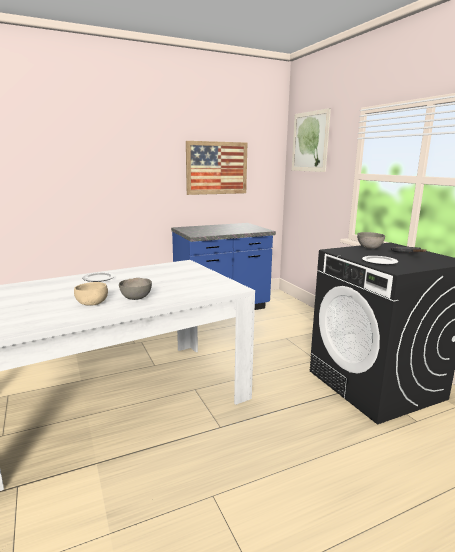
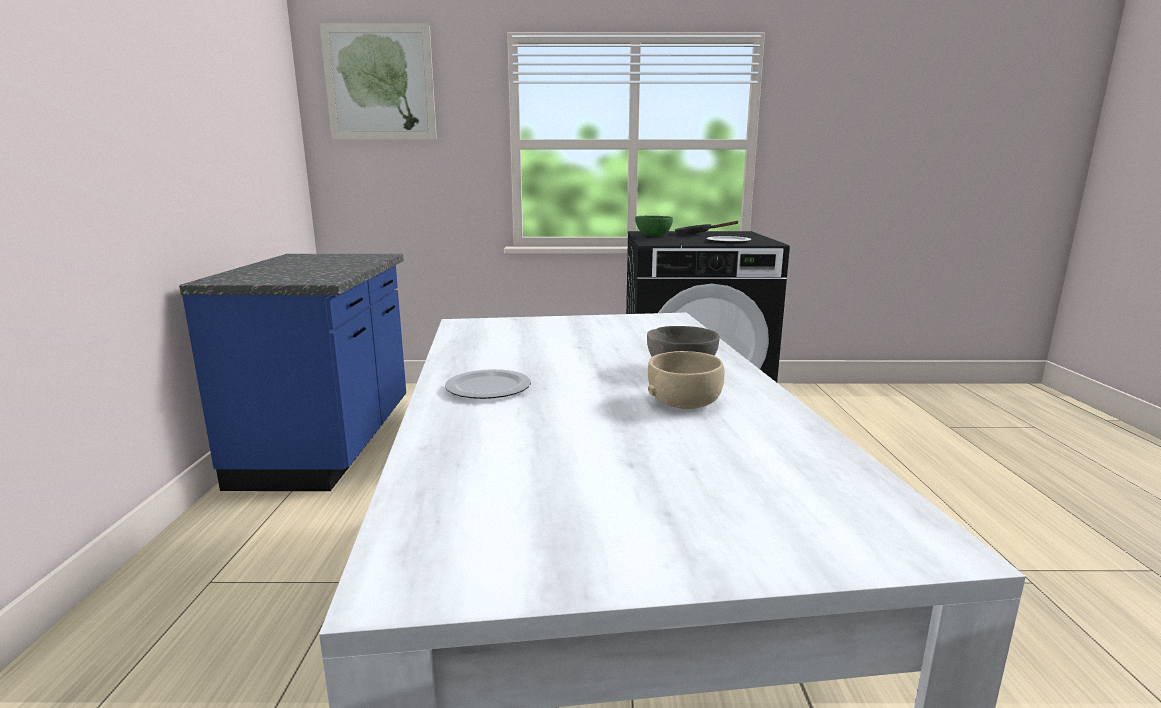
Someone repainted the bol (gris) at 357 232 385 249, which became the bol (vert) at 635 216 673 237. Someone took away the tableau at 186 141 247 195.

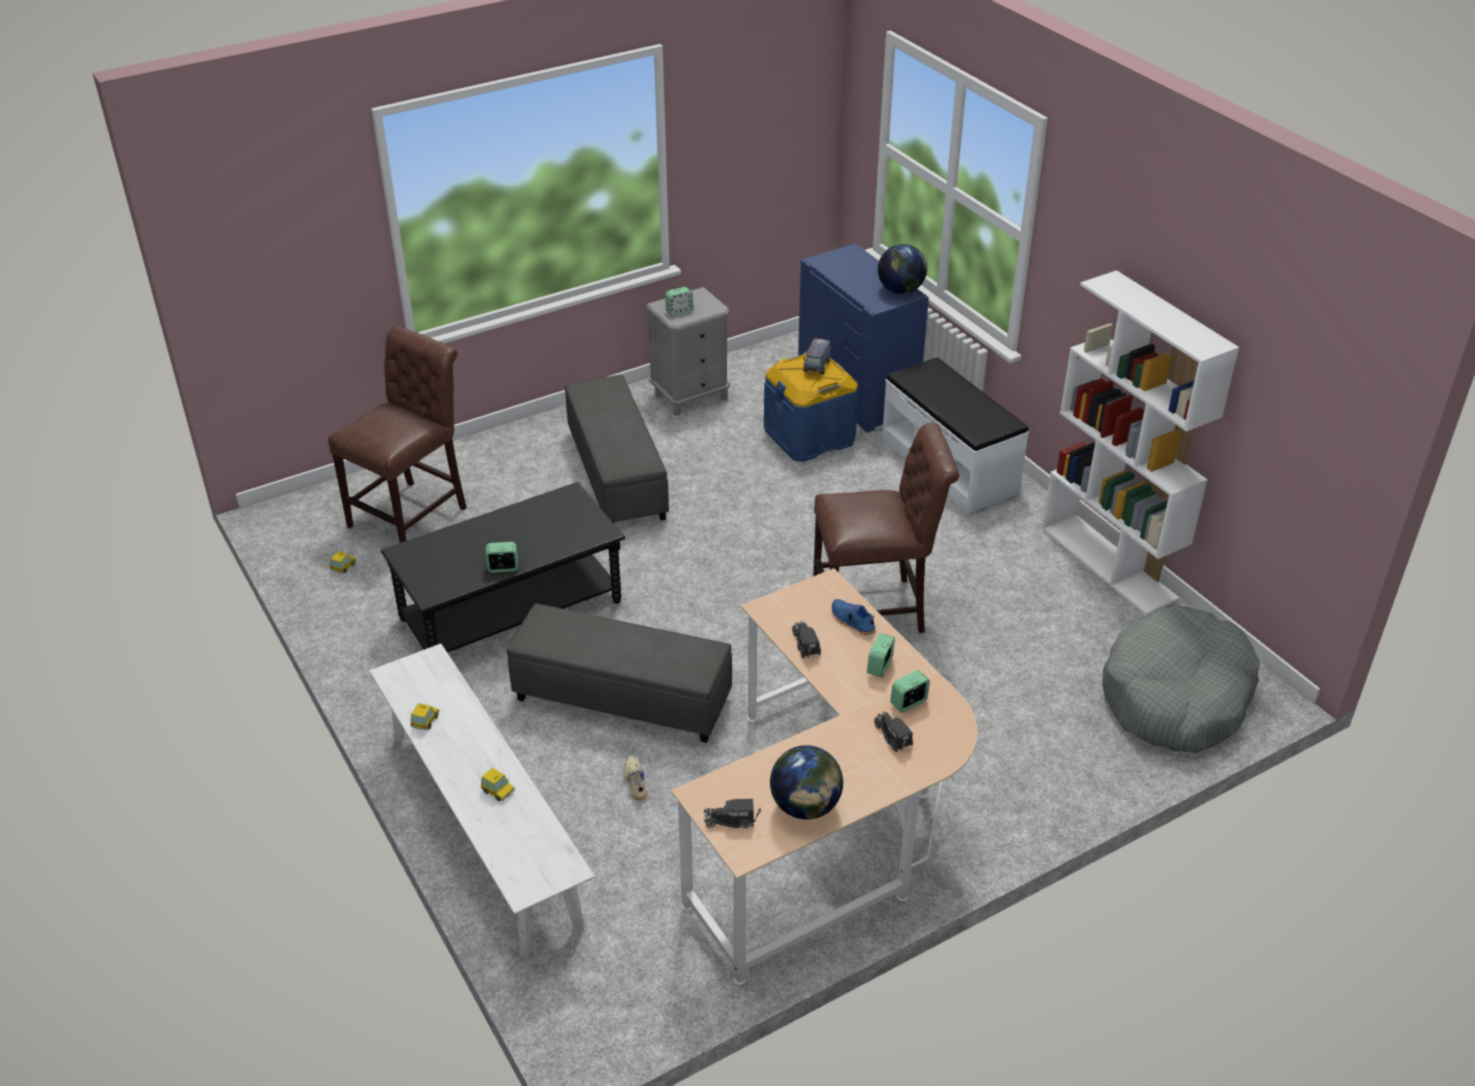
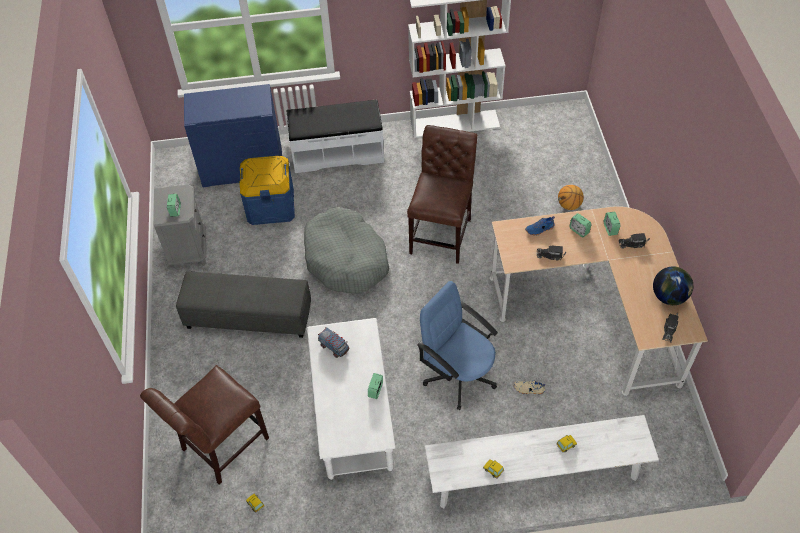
Someone rotated the chaise (marron) at 328 326 467 543 by 105 degrees counterclockwise. Someone carried the panier pour chien (gris) from 1102 605 1260 753 to 304 207 389 294. Someone repainted the table basse (noir) at 381 482 625 652, which became the table basse (blanc) at 307 318 396 480. Someone carried the camion jouet from 803 337 831 374 to 318 327 349 358. Someone swapped the pouf (gris) at 507 603 732 743 for the chaise de bureau (bleu) at 417 281 498 410. Someone put down the ballon de basket at 558 185 584 210. Someone took away the globe at 878 244 927 294.

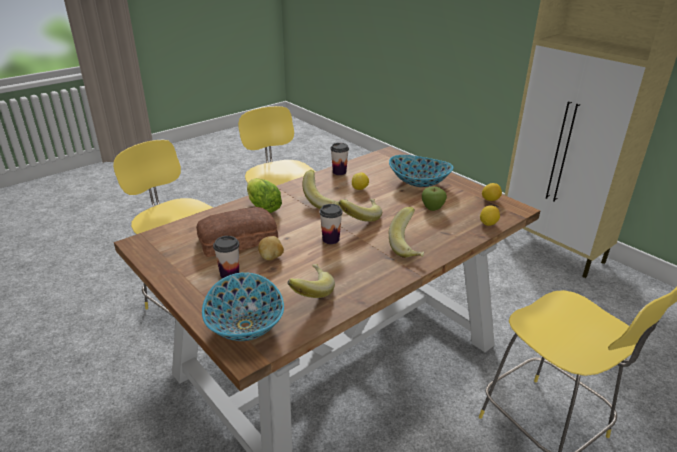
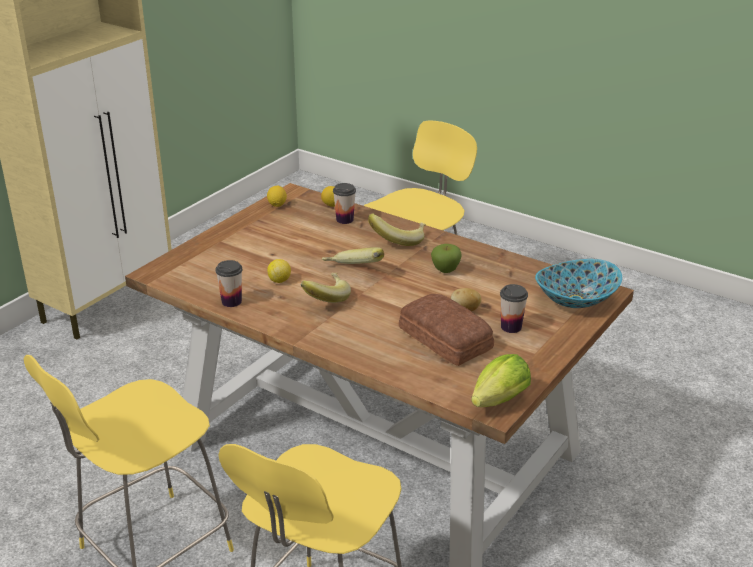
Someone carried the tasse from 319 204 343 244 to 333 183 356 224. Someone carried the pomme from 422 187 447 211 to 431 244 462 273. Someone carried the laitue from 247 178 282 213 to 471 354 531 407. Someone took away the banane at 287 264 335 298. Someone took away the bol at 389 155 454 187.

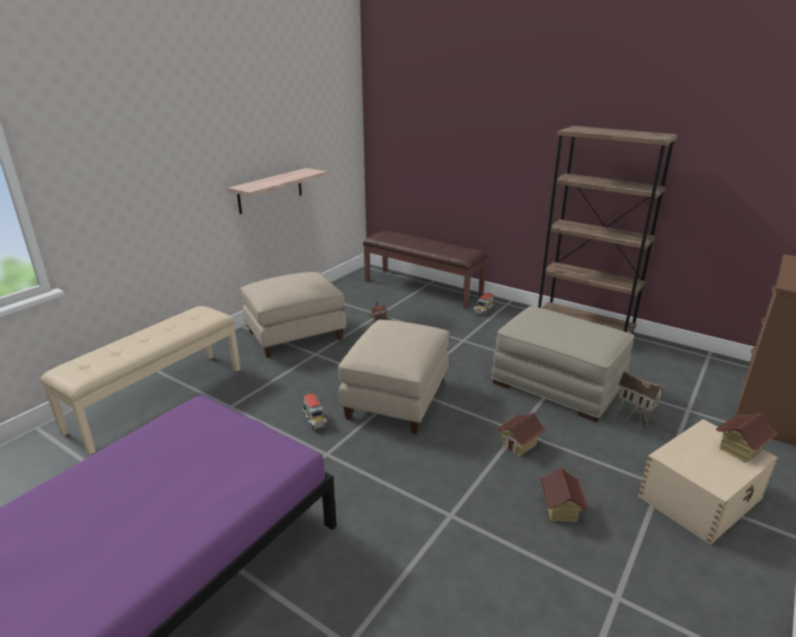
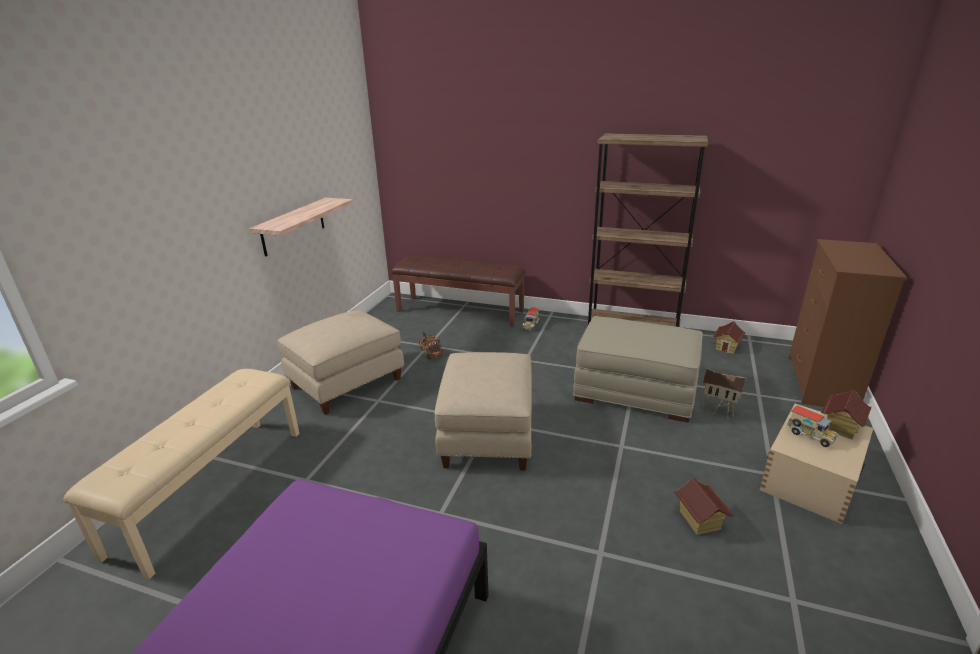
Someone carried the maison miniature from 496 413 546 456 to 713 321 746 353. Someone carried the camion jouet from 302 394 327 430 to 787 406 839 447.

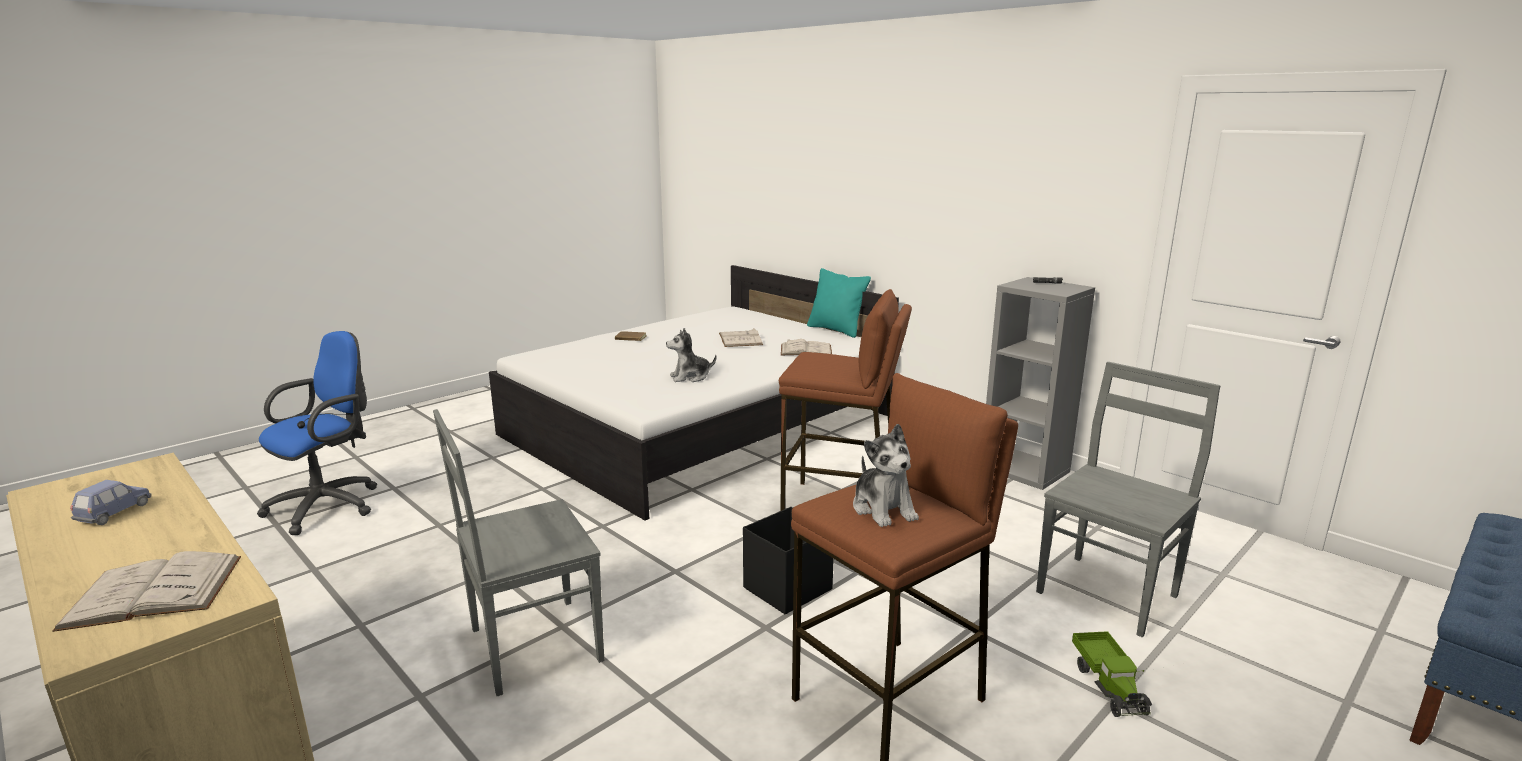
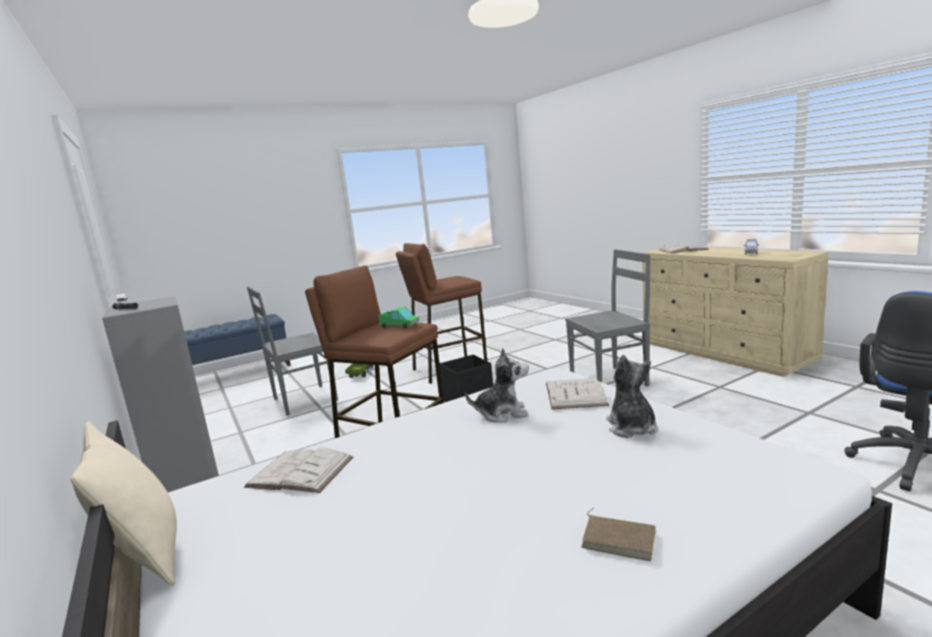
Someone repainted the coussin (turquoise) at 807 268 871 338, which became the coussin (beige) at 71 422 177 586. Someone put down the camion jouet at 378 307 420 328. Someone carried the livre (blanc) from 719 328 763 347 to 546 378 609 410. Someone carried the peluche from 853 424 919 527 to 606 355 658 438.

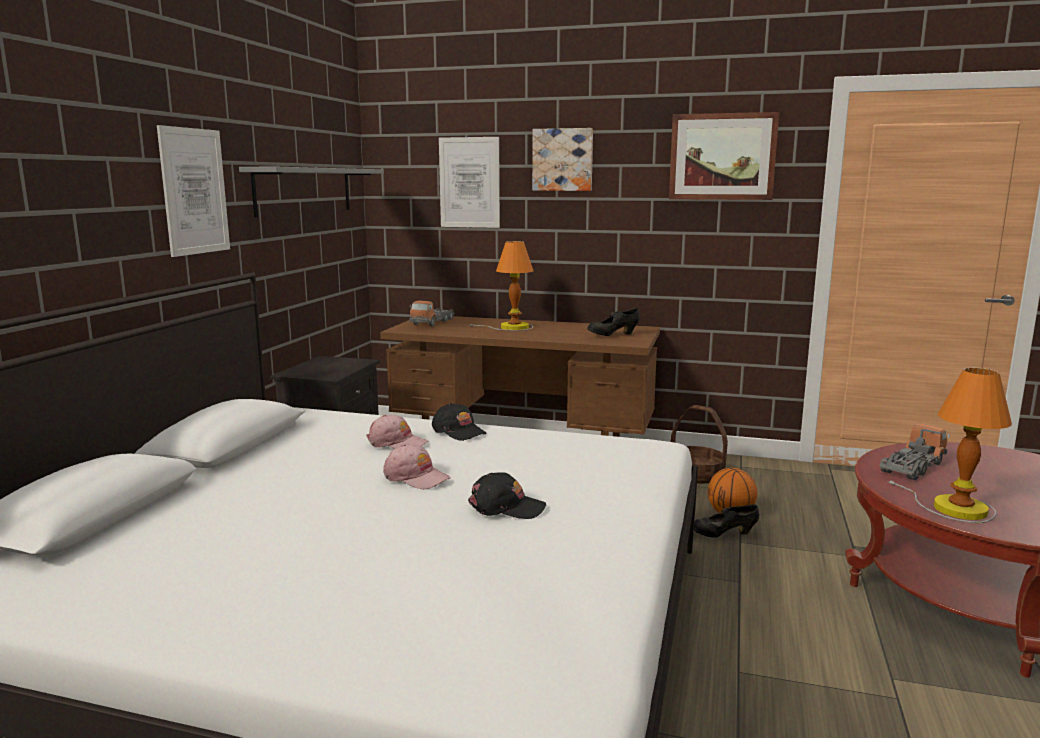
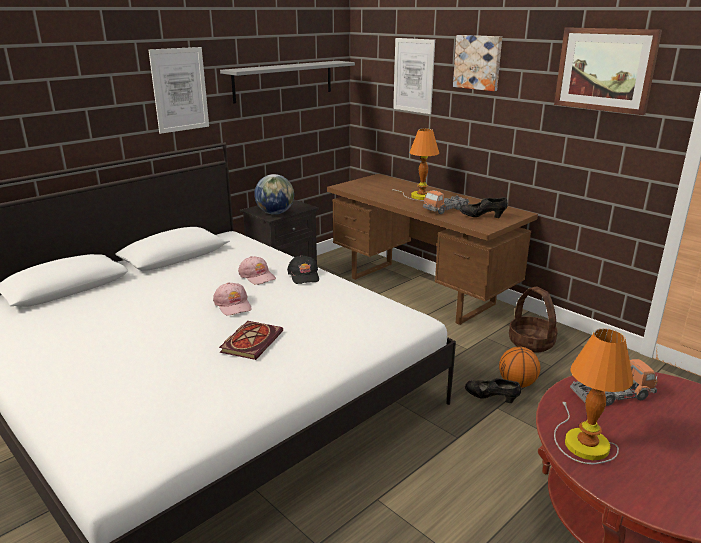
Someone swapped the casquette (noir) at 468 472 546 519 for the livre at 219 321 283 360. Someone put down the globe at 254 174 294 215. Someone carried the camion jouet from 409 301 454 326 to 423 190 470 214.

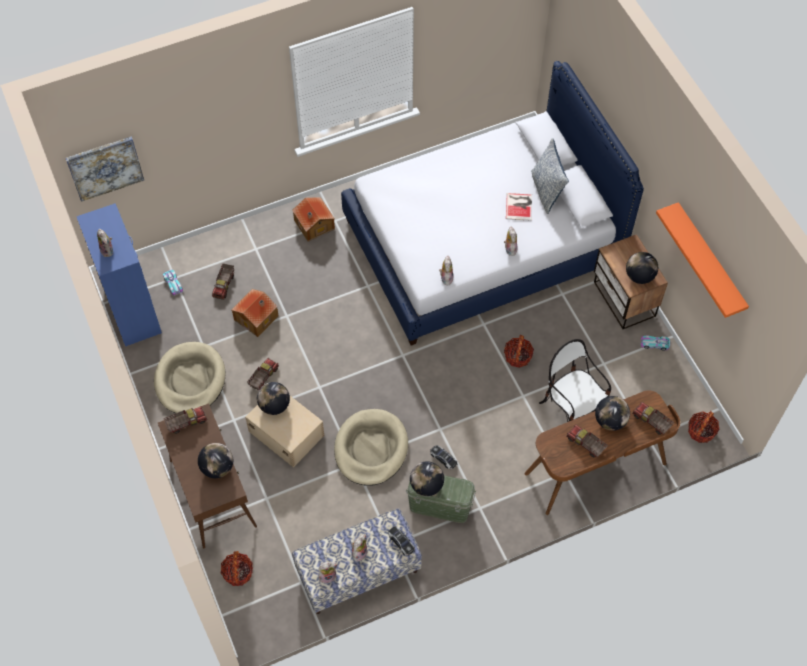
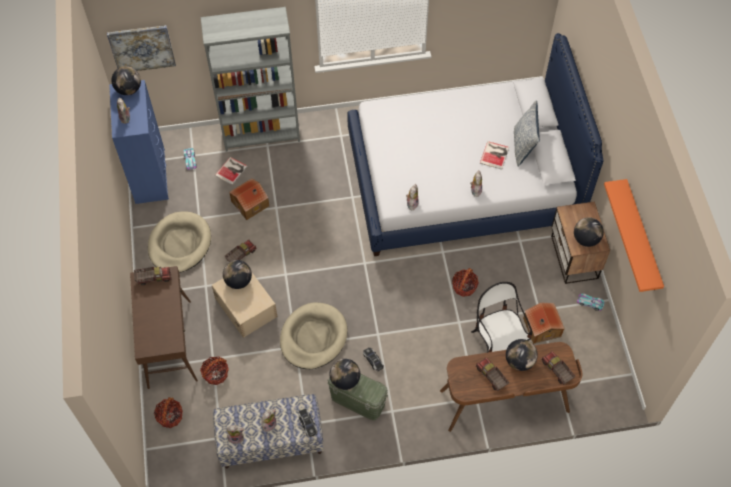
Someone carried the globe from 198 443 233 478 to 112 66 141 95. Someone carried the panier from 688 411 720 443 to 200 356 229 385. Someone put down the bibliothèque (gris) at 201 7 300 151. Someone swapped the camion jouet at 212 263 234 300 for the livre at 215 157 247 185. Someone carried the maison miniature from 292 197 335 242 to 523 303 565 344.

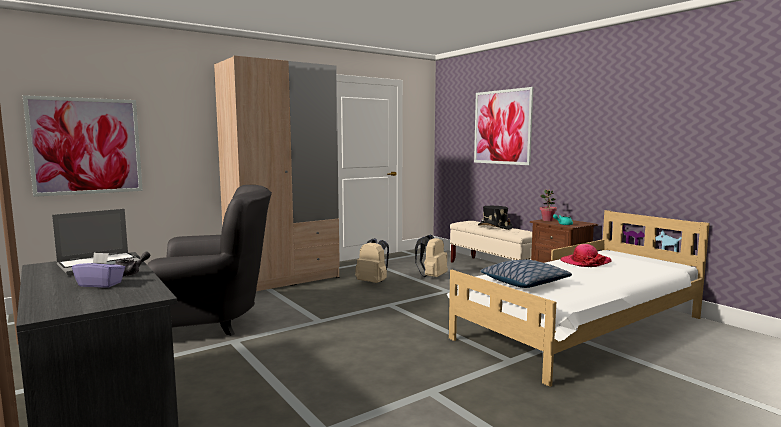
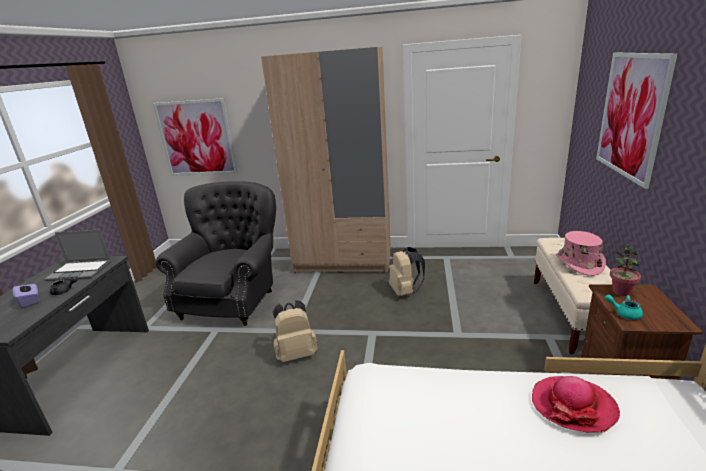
Someone rotated the fauteuil (gris) at 147 185 272 336 by 105 degrees counterclockwise. Someone carried the sac à dos (beige) from 415 234 448 277 to 273 300 318 362. Someone repainted the chapeau (noir) at 478 206 512 230, which became the chapeau (rose) at 556 231 606 276. Someone took away the coussin at 481 259 572 288.

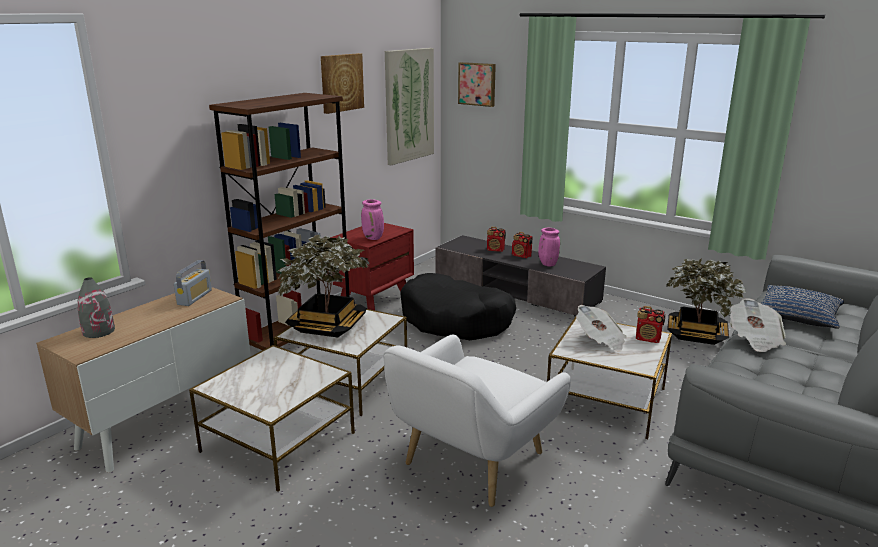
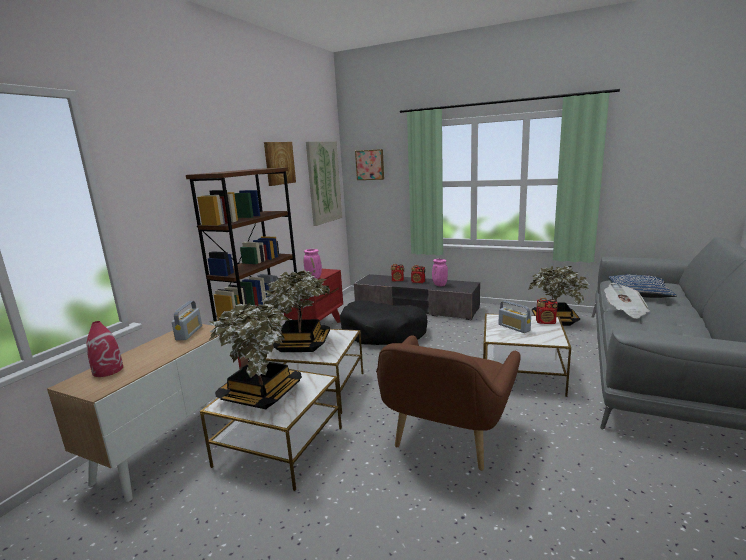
Someone repainted the vase (gris) at 78 277 115 338, which became the vase (rouge) at 86 321 123 377. Someone put down the plante en pot at 209 302 302 409. Someone repainted the fauteuil (blanc) at 383 335 571 507, which became the fauteuil (marron) at 376 335 521 471. Someone swapped the journal at 576 305 627 352 for the radio at 499 301 531 333.

